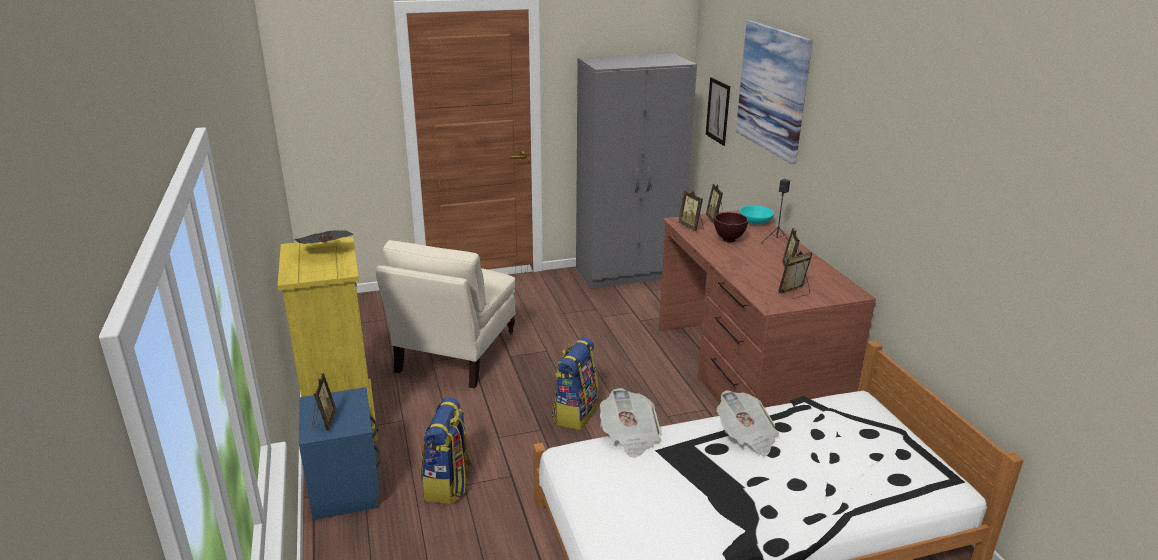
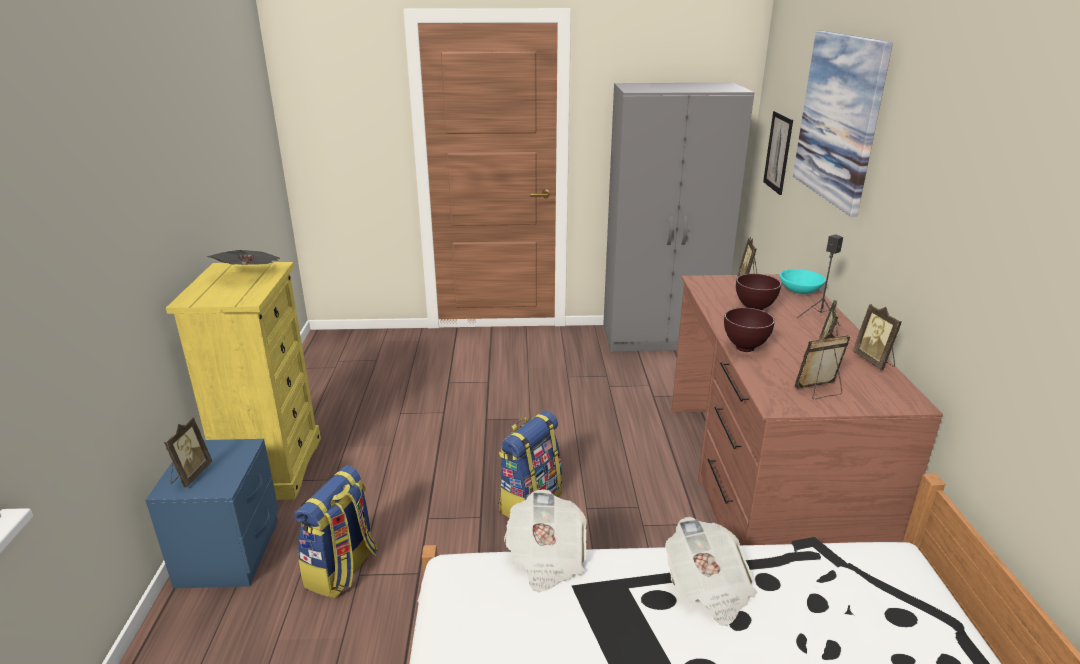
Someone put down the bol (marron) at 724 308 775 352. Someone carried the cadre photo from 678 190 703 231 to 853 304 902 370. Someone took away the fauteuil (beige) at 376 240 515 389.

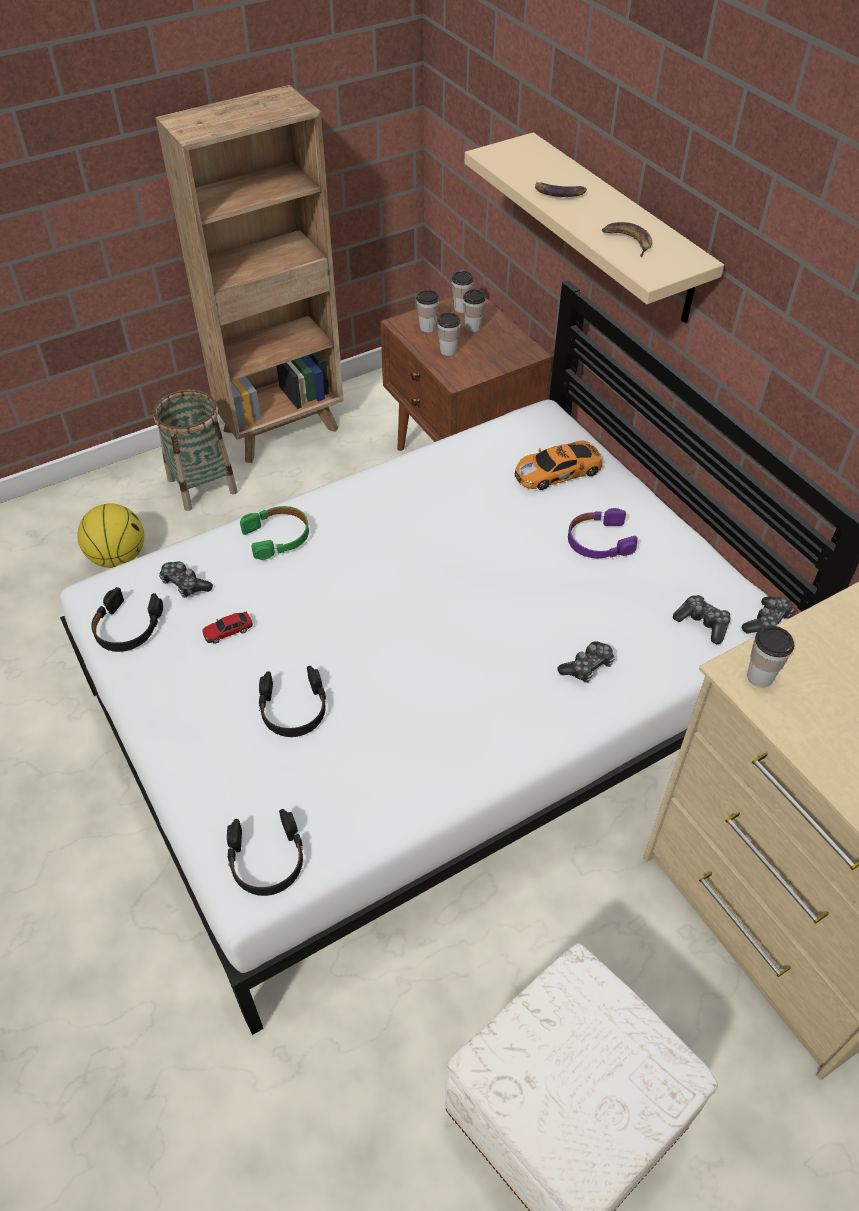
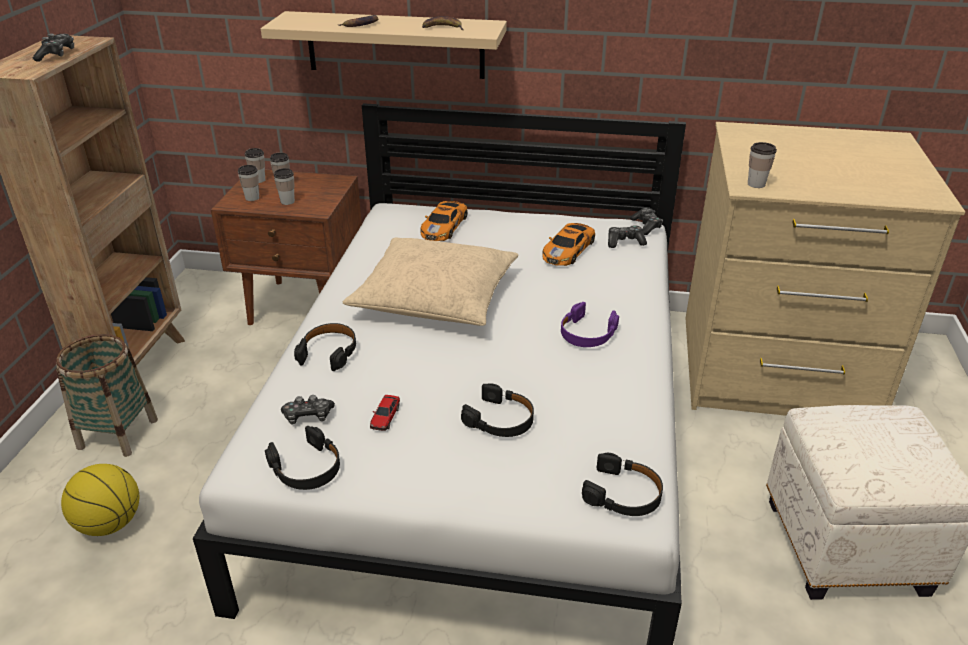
Someone carried the manette from 557 641 615 683 to 33 34 74 62. Someone repainted the casque audio (vert) at 240 506 309 560, which became the casque audio (noir) at 294 323 356 371. Someone put down the coussin (beige) at 343 238 518 326. Someone put down the petite voiture at 542 223 595 266. Someone carried the casque audio (violet) from 568 508 638 558 to 561 302 619 347.

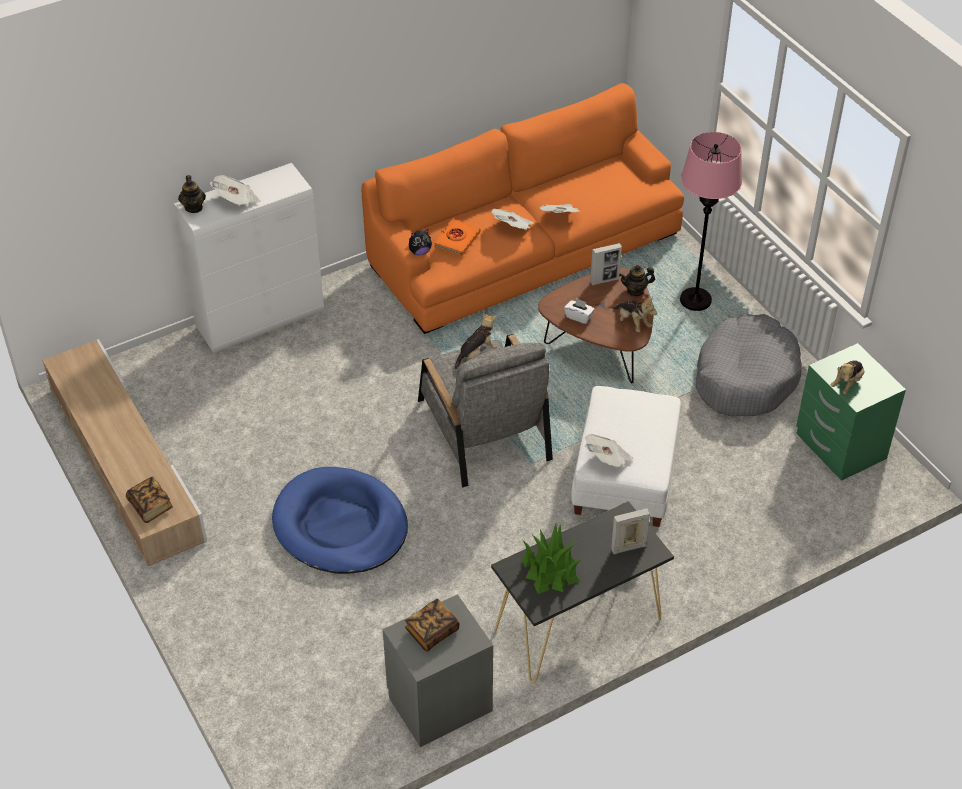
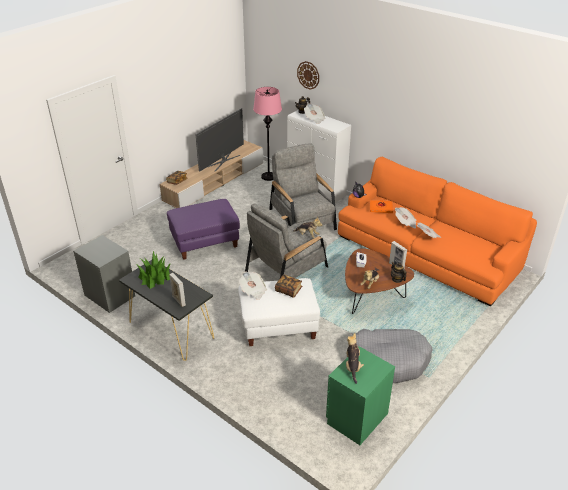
Someone swapped the panier pour chien (bleu) at 272 467 408 574 for the pouf (violet) at 167 199 240 260. Someone put down the téléviseur at 195 108 244 172. Someone carried the lampadaire (rose) from 680 132 742 311 to 253 87 282 181. Someone put down the fauteuil (gris) at 269 143 337 230. Someone carried the livre from 405 599 460 652 to 275 275 302 298. Someone put up the horloge murale at 297 61 319 90. Someone rotated the peluche at 830 360 864 395 by 75 degrees clockwise.

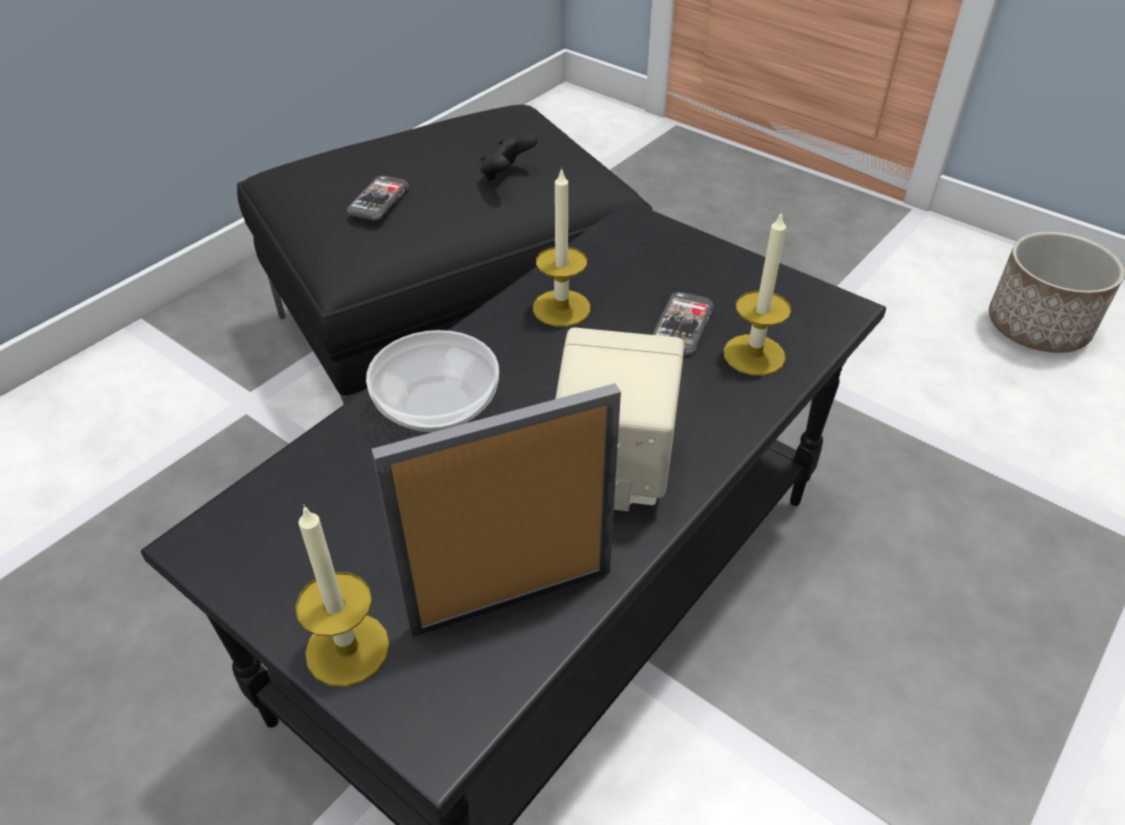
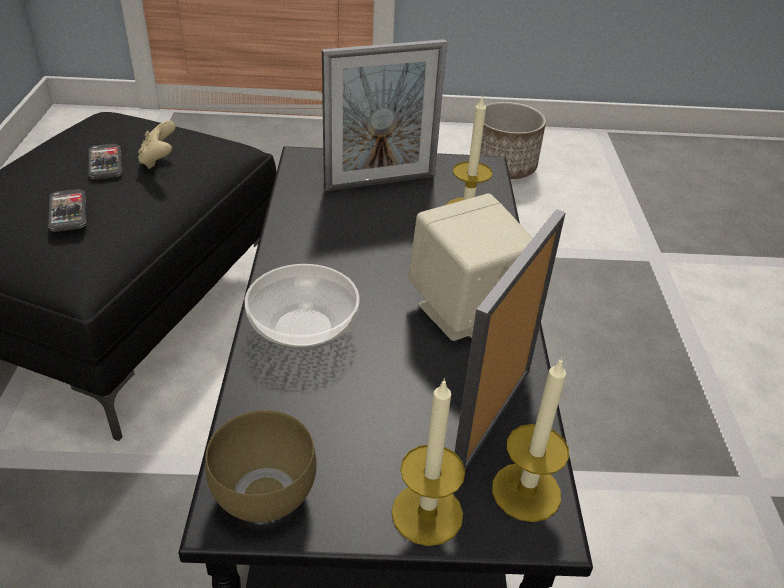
Someone carried the téléphone from 652 292 714 355 to 88 144 122 180. Someone repainted the manette (noir) at 480 133 538 181, which became the manette (beige) at 138 121 176 169. Someone put down the bol (marron) at 205 410 317 523. Someone put down the cadre photo at 322 39 447 191. Someone carried the bougie from 533 167 590 327 to 492 357 569 522.

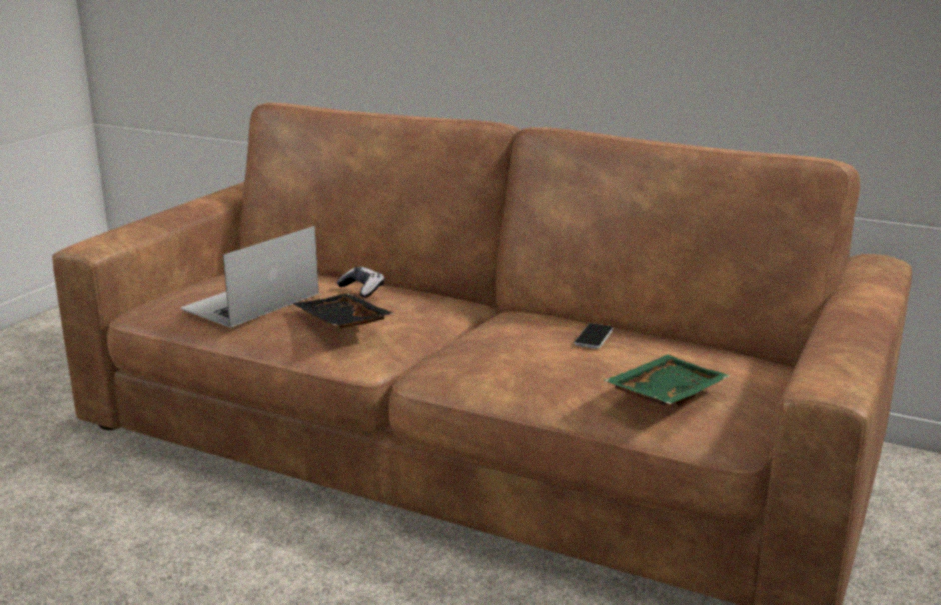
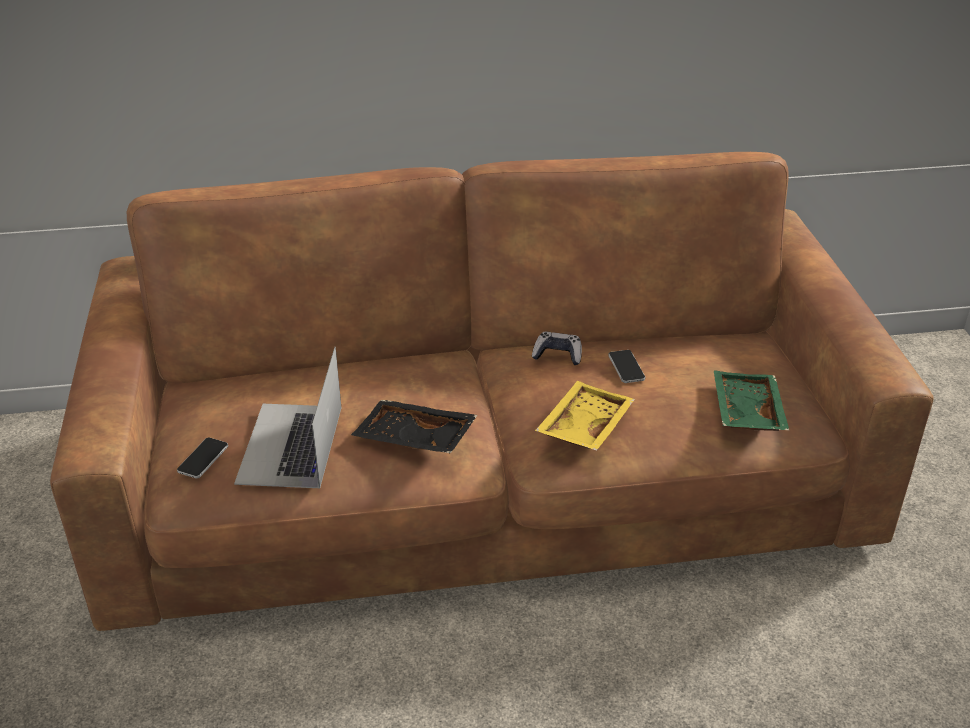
Someone put down the téléphone at 177 437 228 478. Someone carried the manette from 336 266 384 298 to 532 332 582 365. Someone put down the plateau (jaune) at 535 381 635 451.

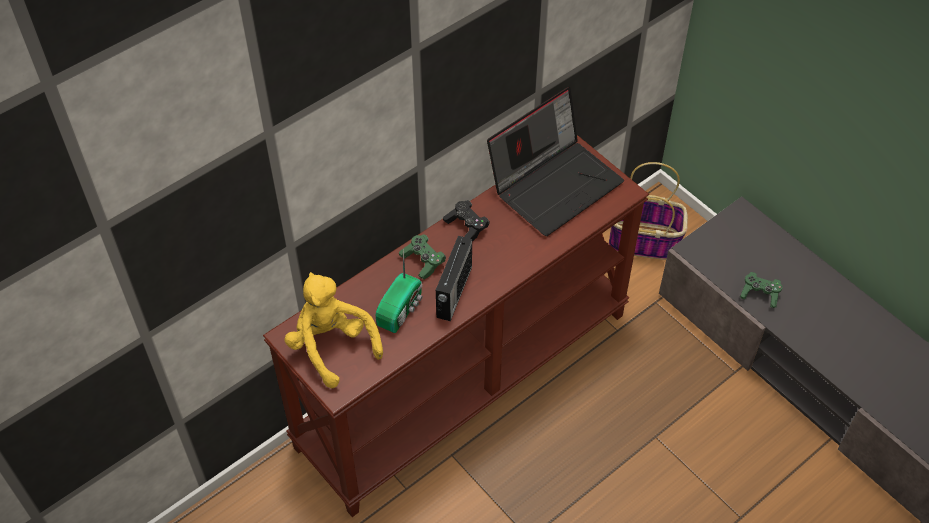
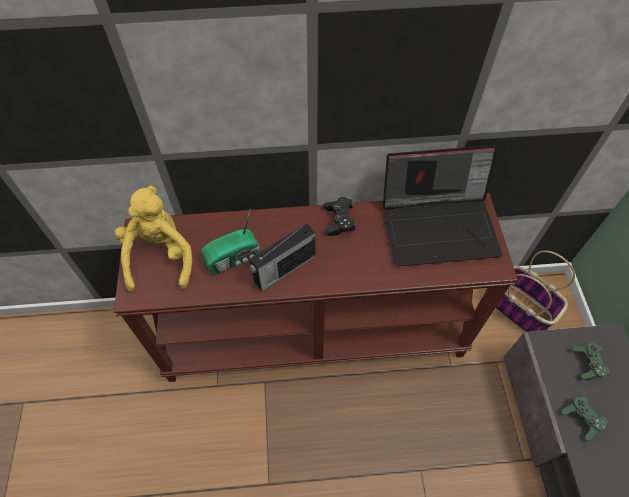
Someone carried the manette (vert) from 399 235 446 280 to 571 343 610 380.

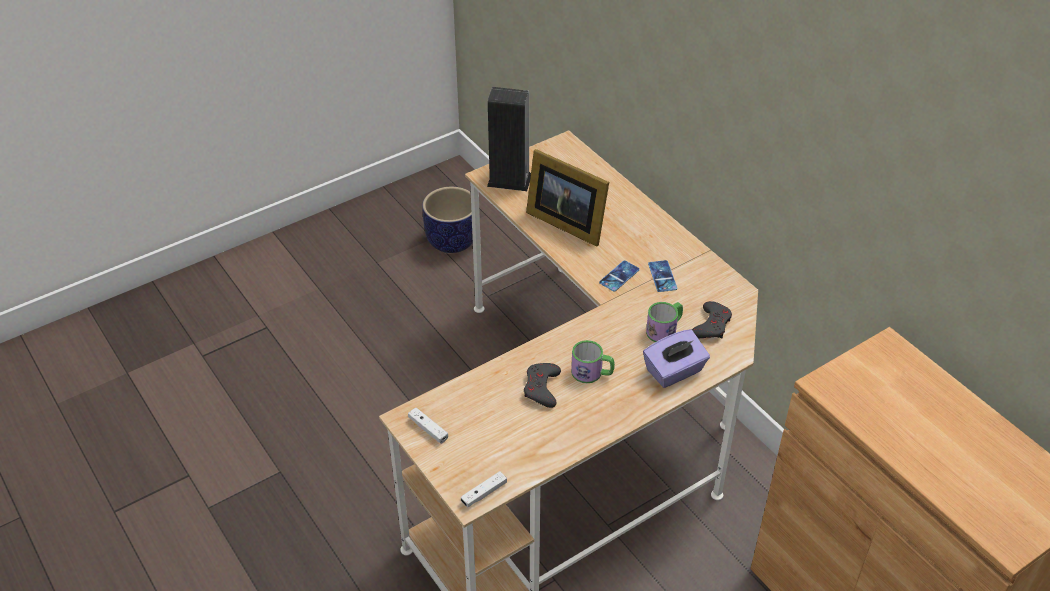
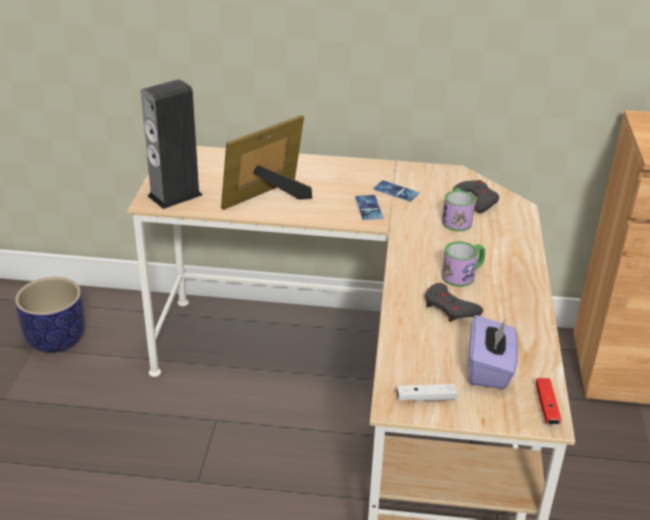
Someone rotated the cadre photo at 526 149 609 247 by 150 degrees clockwise. Someone carried the boîte à mouchoirs (violet) from 643 329 710 388 to 468 315 518 389. Someone repainted the manette (blanc) at 461 471 507 507, which became the manette (rouge) at 536 378 561 425.

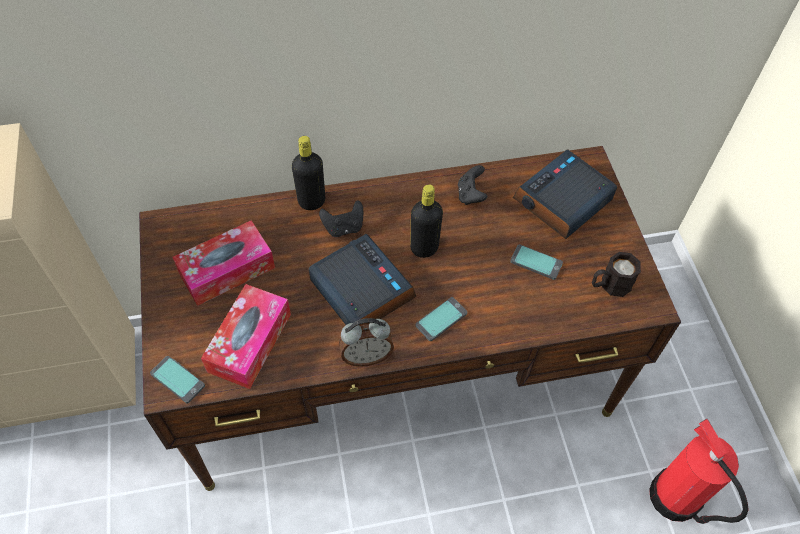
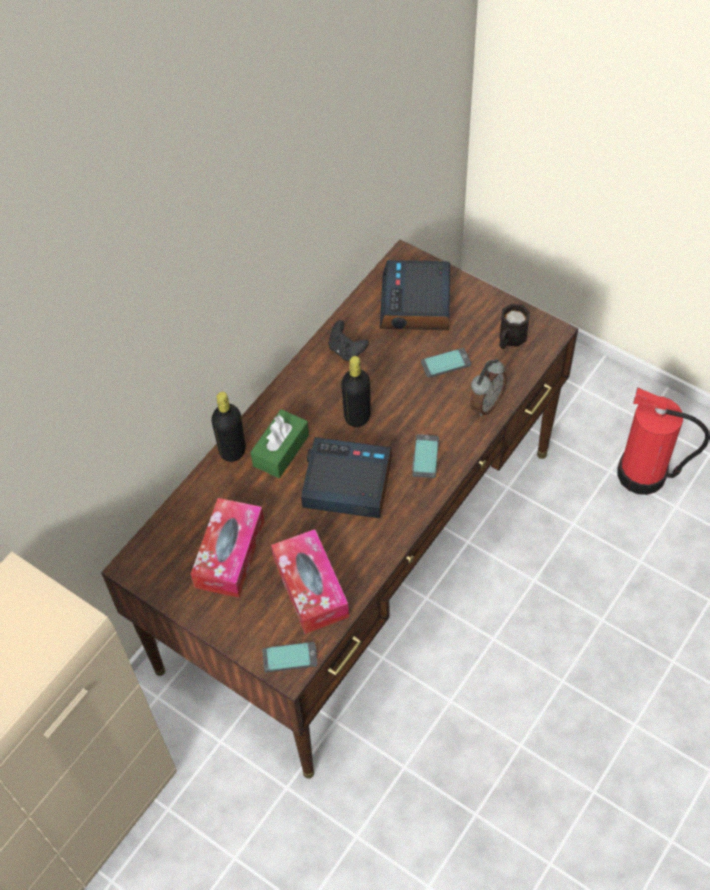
Someone swapped the manette (noir) at 319 200 363 237 for the boîte à mouchoirs (vert) at 251 409 309 478. Someone carried the réveil from 339 318 394 367 to 470 359 507 416.

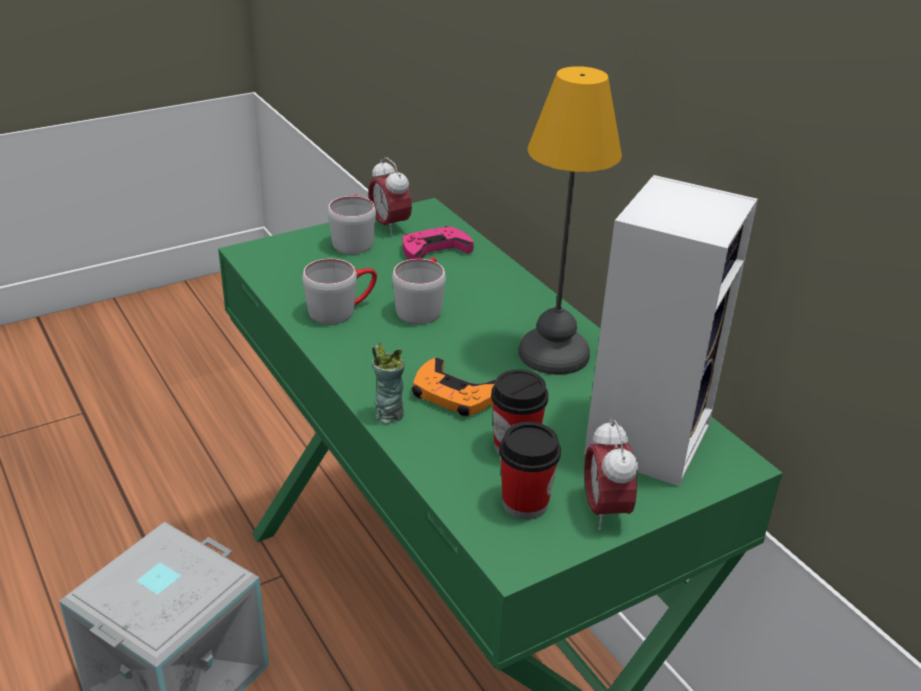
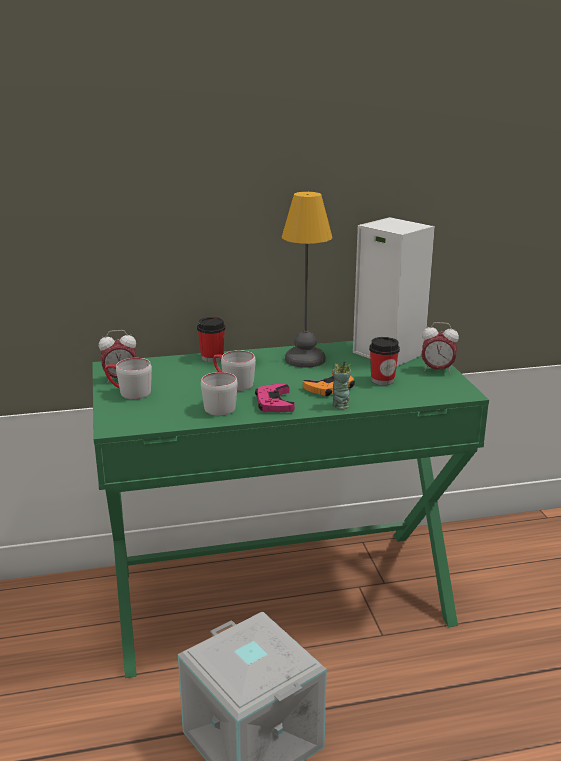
Someone carried the tasse from 499 422 561 519 to 197 317 225 362. Someone carried the manette (rose) from 402 226 474 260 to 255 384 295 412.

